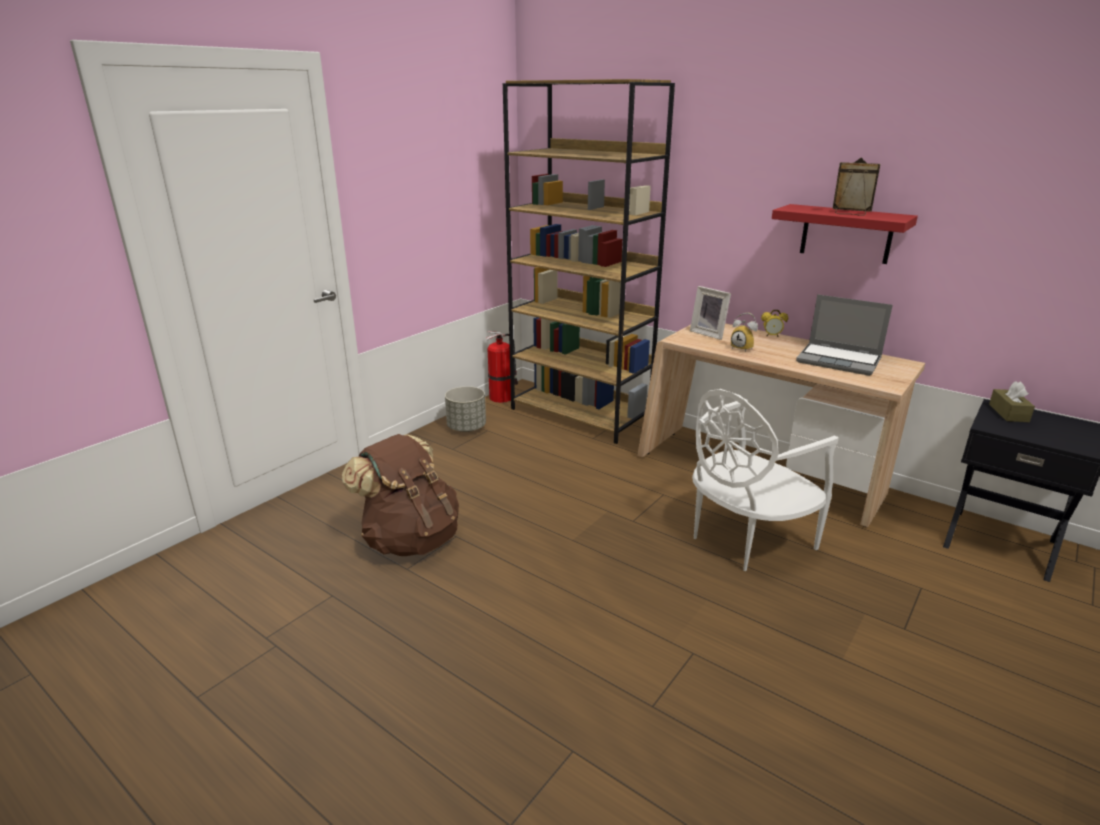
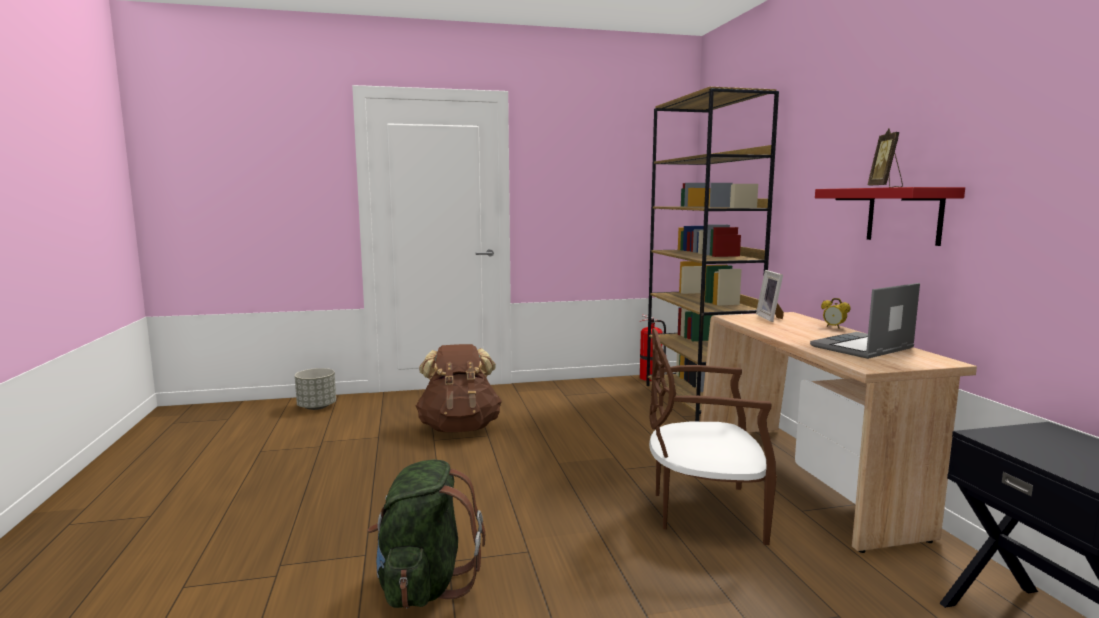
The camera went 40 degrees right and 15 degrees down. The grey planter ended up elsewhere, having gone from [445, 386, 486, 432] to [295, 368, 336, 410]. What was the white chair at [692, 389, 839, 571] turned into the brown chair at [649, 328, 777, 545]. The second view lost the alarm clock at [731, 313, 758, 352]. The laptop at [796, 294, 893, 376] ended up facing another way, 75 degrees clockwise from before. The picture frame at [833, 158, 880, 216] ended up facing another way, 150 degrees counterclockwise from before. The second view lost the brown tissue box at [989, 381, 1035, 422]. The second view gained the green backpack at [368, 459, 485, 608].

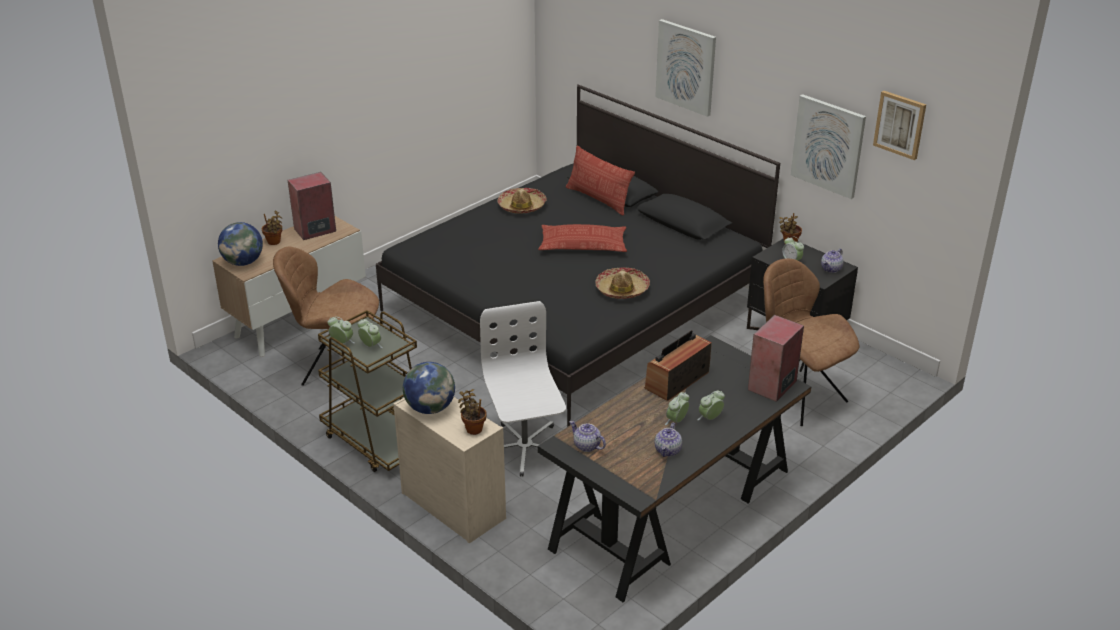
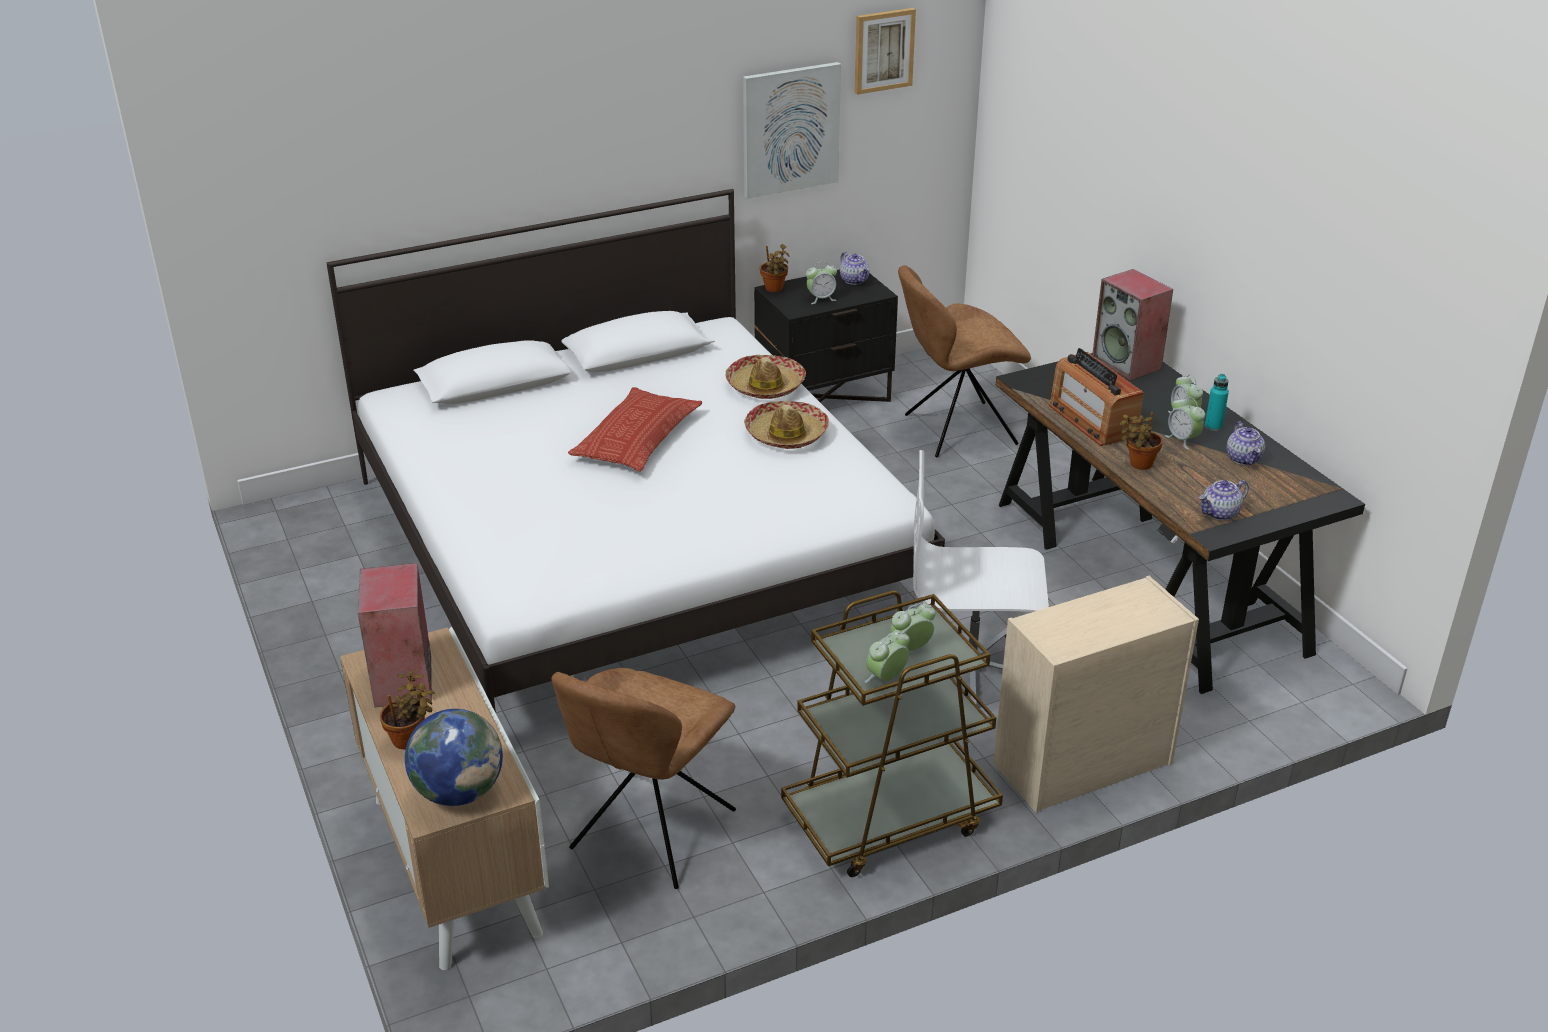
The camera went 70 degrees left and 0 degrees up. What was the black bed at [376, 84, 780, 426] turned into the white bed at [326, 189, 945, 713]. The second view lost the globe at [403, 362, 455, 414]. The potted plant ended up elsewhere, having gone from [458, 389, 487, 435] to [1120, 412, 1163, 470]. The hat ended up elsewhere, having gone from [497, 188, 547, 214] to [725, 355, 806, 399]. The second view lost the pillow at [566, 146, 635, 216]. The teapot at [654, 423, 682, 457] ended up facing another way, 45 degrees clockwise from before. The second view lost the picture at [655, 19, 716, 117]. The second view gained the turquoise bottle at [1205, 374, 1229, 431].

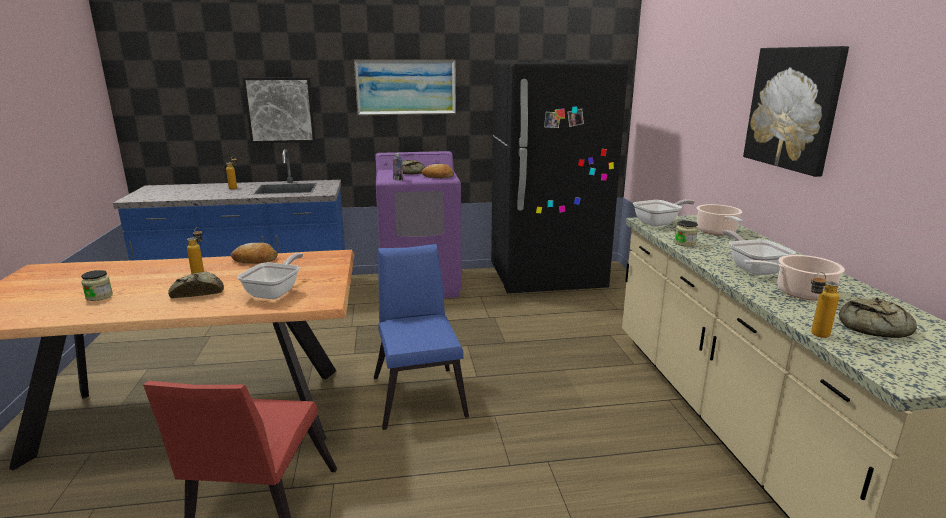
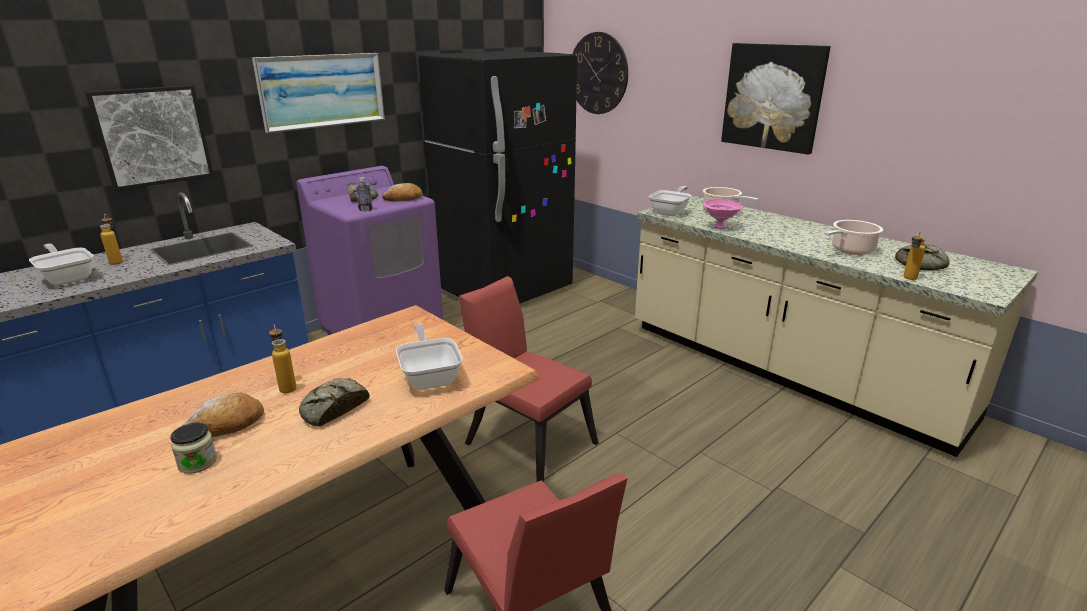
The camera went 35 degrees left and 5 degrees up. The bread ended up elsewhere, having gone from [231, 243, 277, 264] to [182, 392, 264, 437]. What was the blue chair at [374, 244, 469, 430] turned into the red chair at [459, 276, 598, 482]. Where the jar stood at [674, 220, 698, 247], the pink bowl came to stand at [703, 199, 743, 229]. The frying pan ended up elsewhere, having gone from [722, 230, 796, 275] to [29, 244, 94, 285]. The second view gained the wall clock at [572, 32, 628, 114].

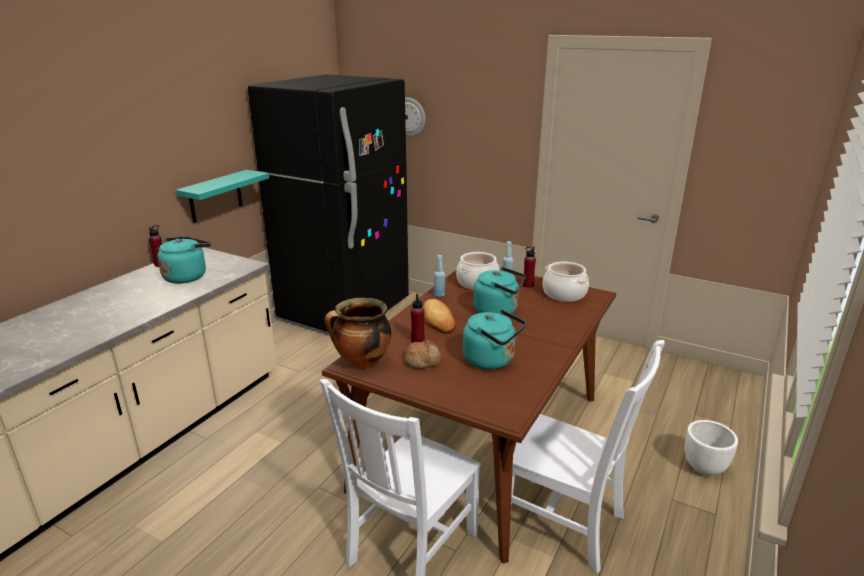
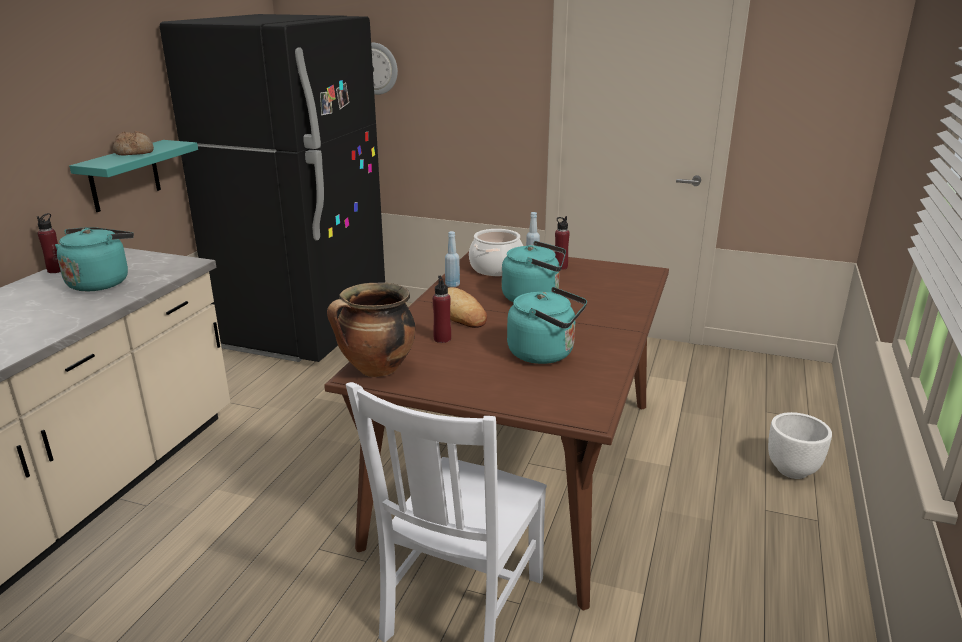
The camera went 10 degrees left and 0 degrees up. The bread ended up elsewhere, having gone from [404, 340, 441, 369] to [113, 131, 154, 155]. The second view lost the white chair at [511, 340, 665, 573]. The second view lost the cooking pot at [543, 262, 589, 302].

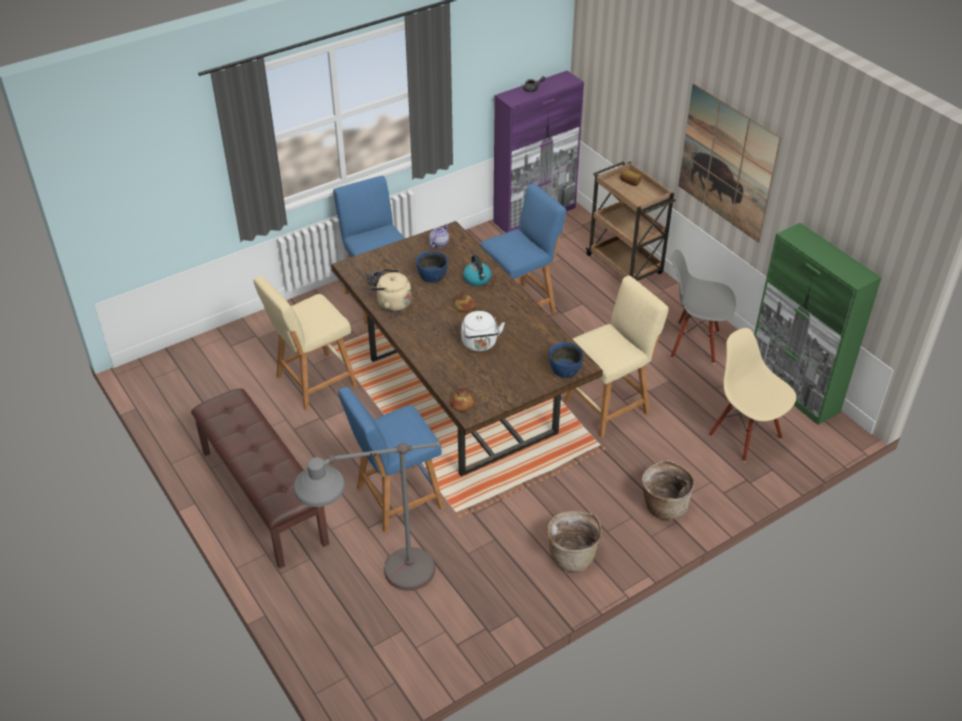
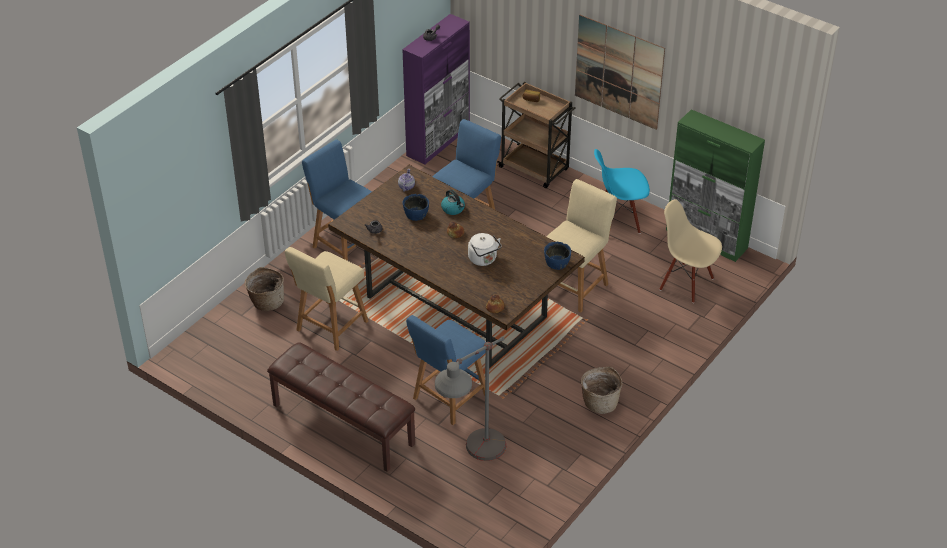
The camera went 20 degrees left and 0 degrees up. The second view lost the beige kettle at [370, 269, 411, 312]. The basket ended up elsewhere, having gone from [642, 460, 694, 520] to [245, 267, 284, 311]. What was the grey chair at [670, 250, 736, 364] turned into the blue chair at [594, 149, 650, 234].

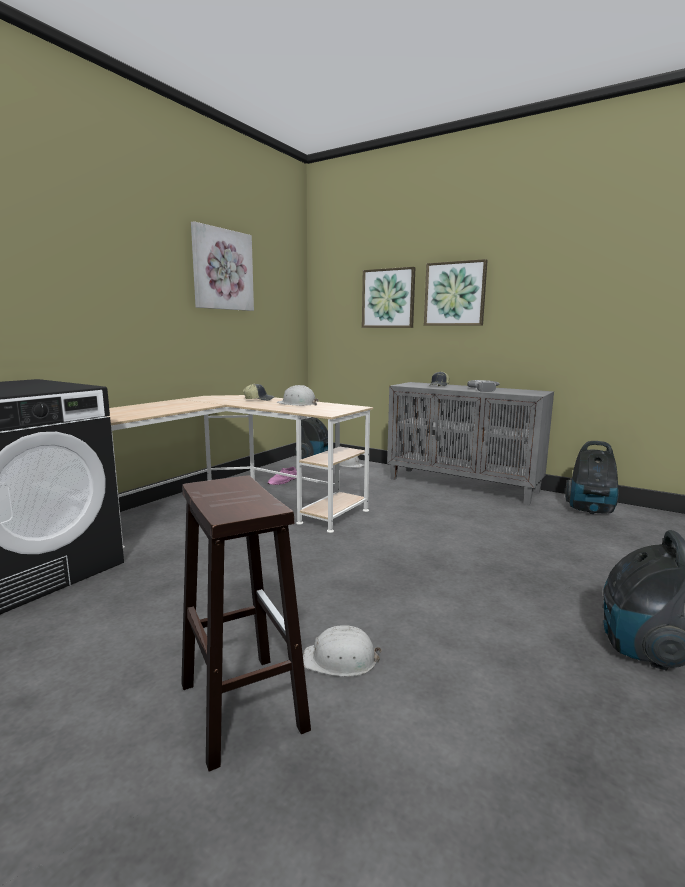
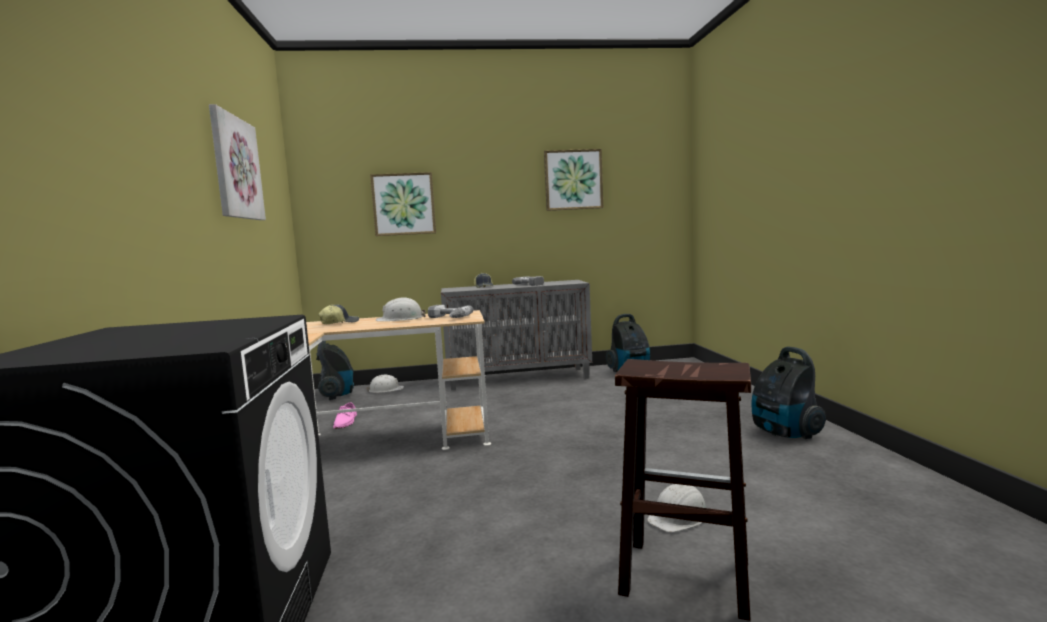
The camera went 40 degrees left and 5 degrees down. The picture ended up elsewhere, having gone from [424, 259, 488, 326] to [544, 149, 603, 211]. The second view gained the power drill at [428, 305, 473, 318].

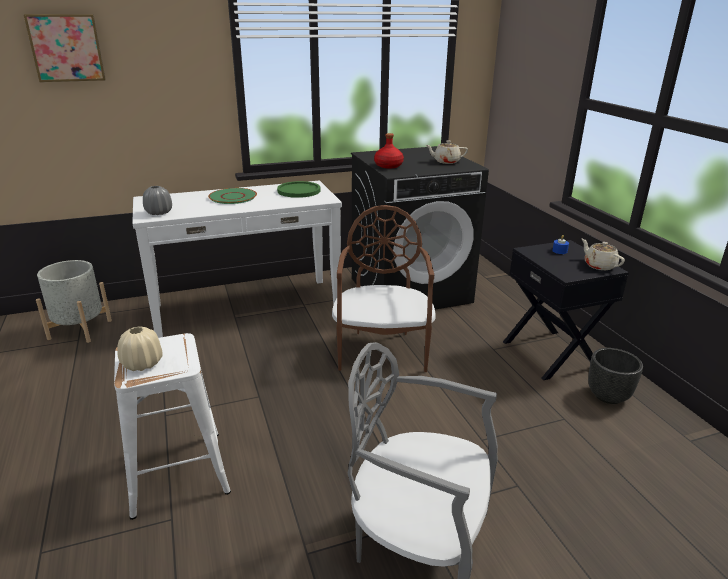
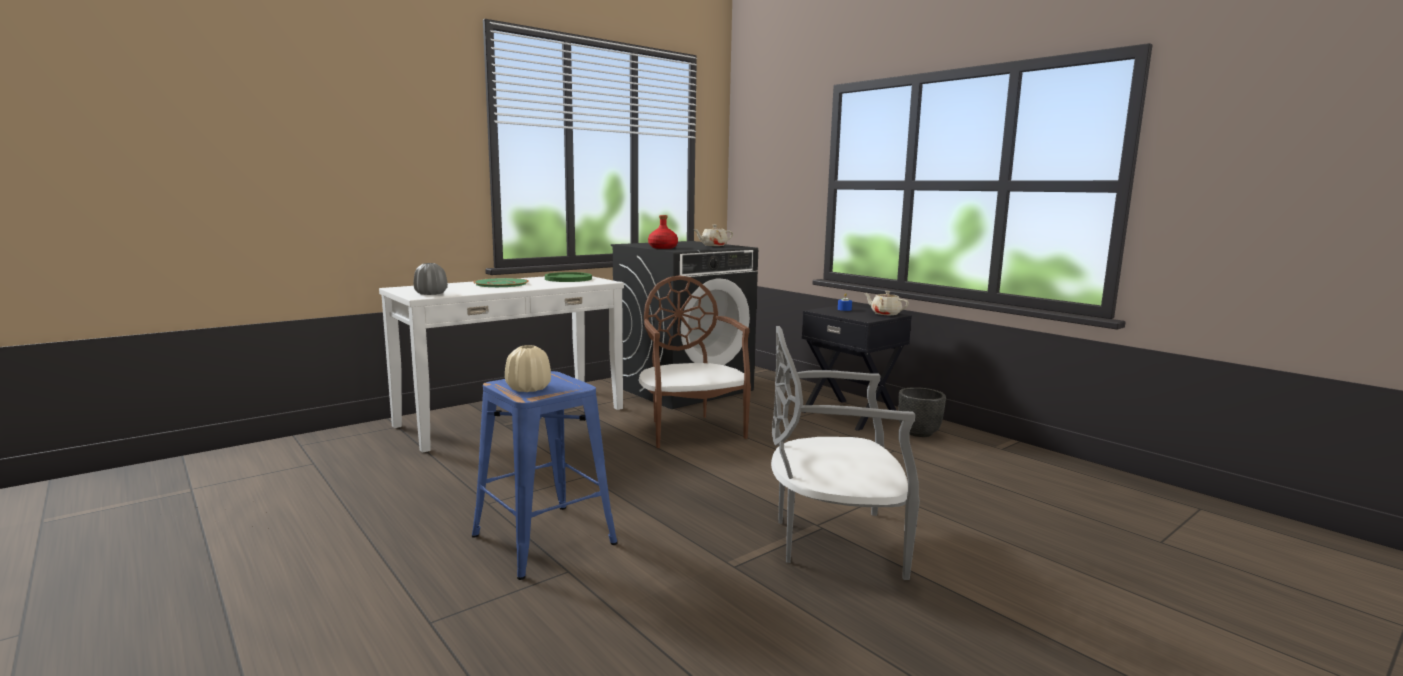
The camera went 20 degrees left and 15 degrees down. The second view lost the picture at [23, 14, 106, 82]. The second view lost the grey planter at [36, 260, 112, 343]. What was the white stool at [114, 333, 231, 520] turned into the blue stool at [472, 371, 618, 580].

